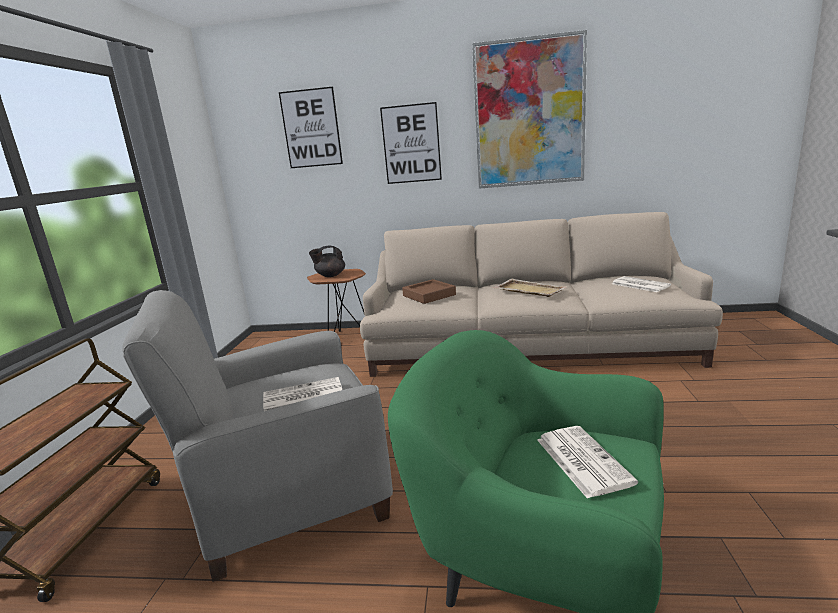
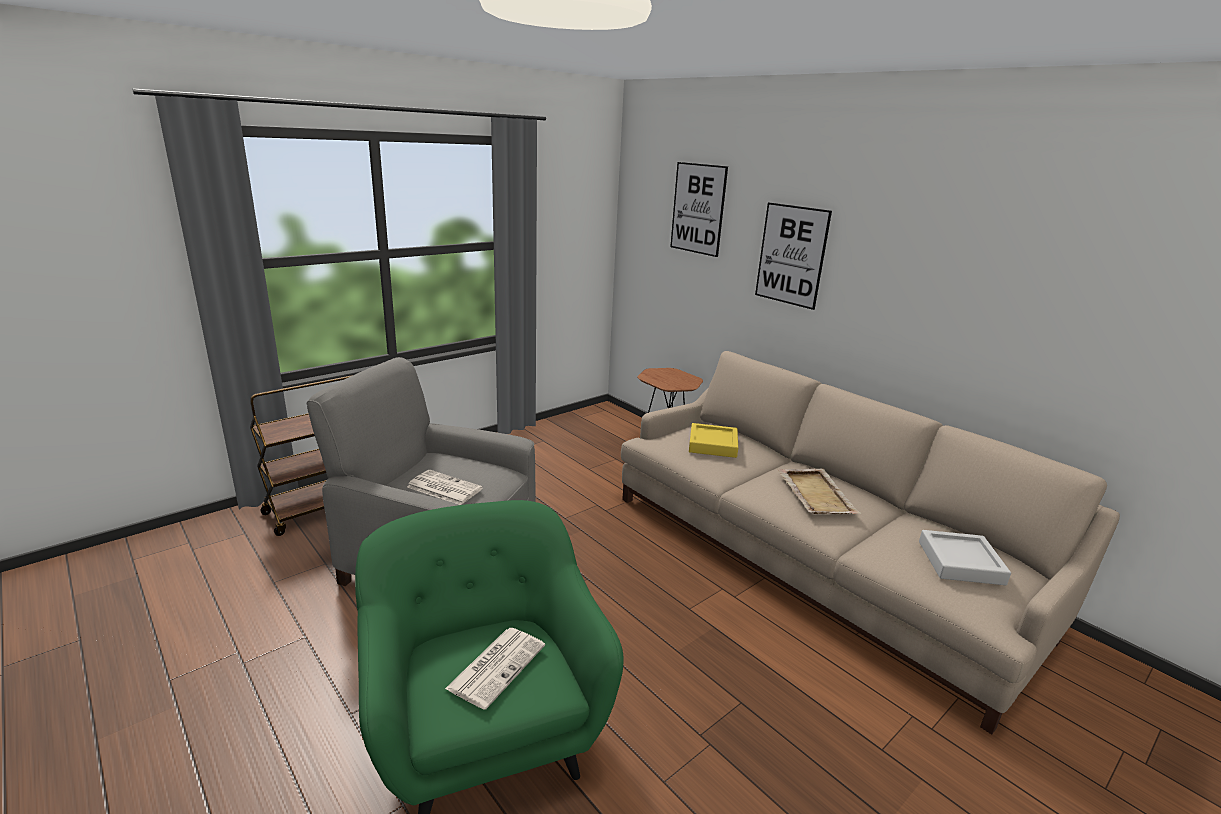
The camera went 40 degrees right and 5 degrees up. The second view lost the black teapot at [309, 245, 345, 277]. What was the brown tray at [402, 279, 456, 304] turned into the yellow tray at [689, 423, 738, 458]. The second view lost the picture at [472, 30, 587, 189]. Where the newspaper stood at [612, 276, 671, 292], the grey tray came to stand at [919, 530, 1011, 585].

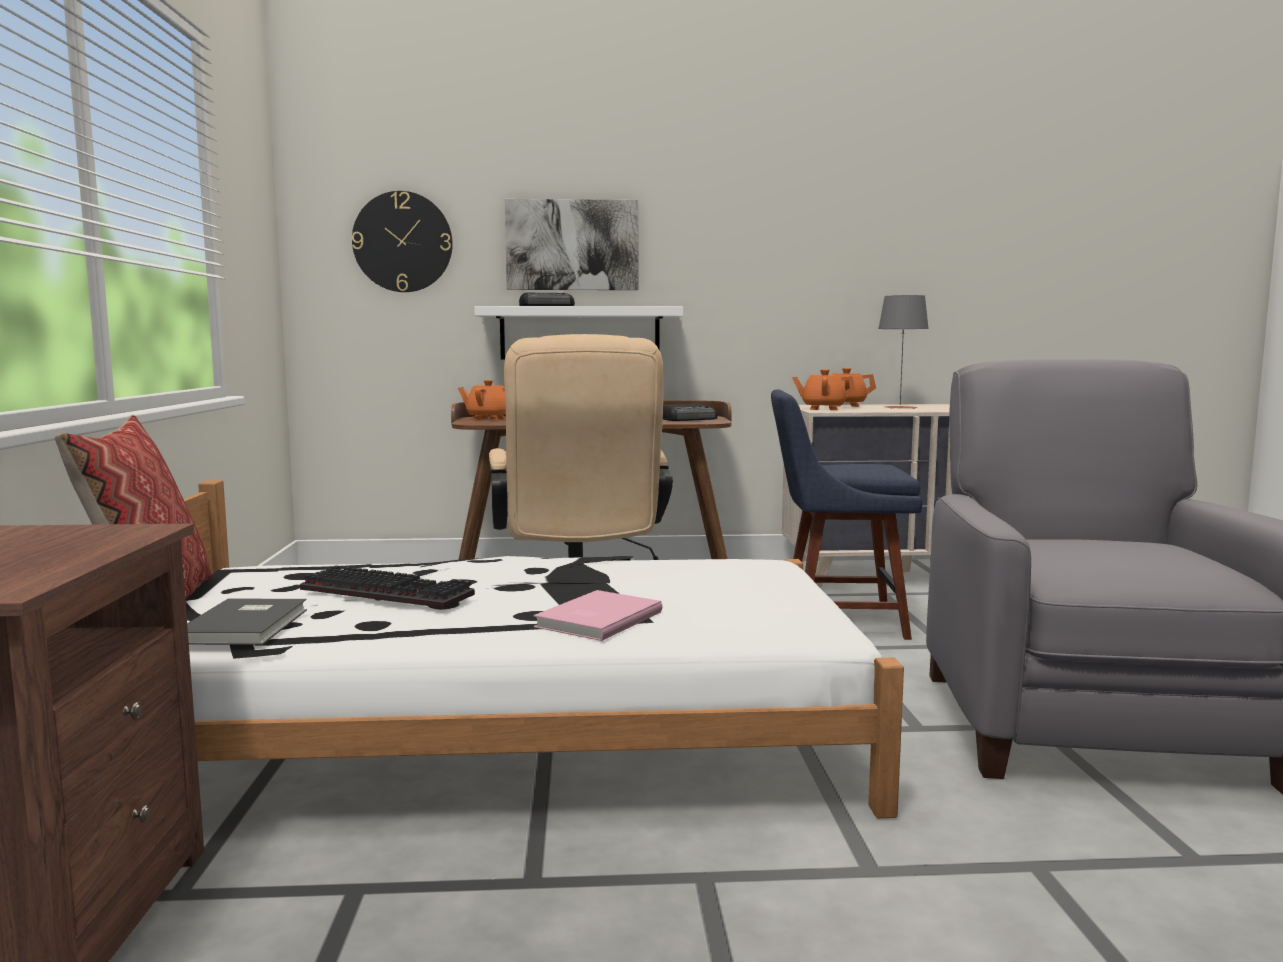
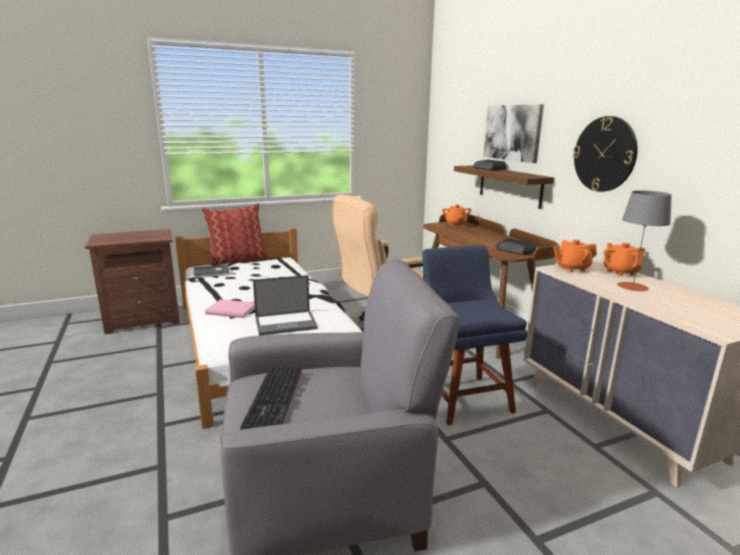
The camera went 70 degrees right and 10 degrees up. The keyboard ended up elsewhere, having gone from [300, 565, 475, 608] to [240, 365, 301, 430]. The wall clock ended up elsewhere, having gone from [352, 191, 453, 292] to [573, 116, 638, 192]. What was the white shelf at [474, 306, 683, 359] turned into the brown shelf at [454, 165, 554, 209]. The orange teapot at [792, 369, 856, 410] ended up facing another way, 90 degrees counterclockwise from before. The second view gained the laptop at [253, 275, 317, 336].

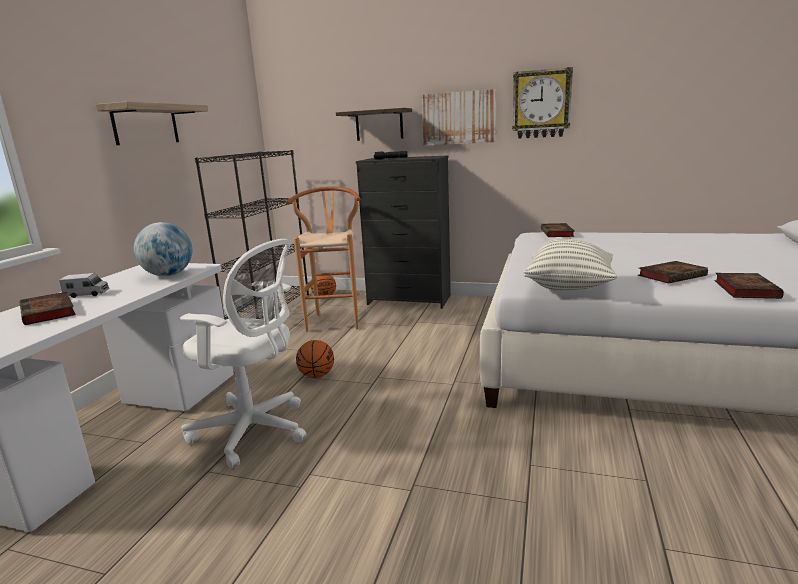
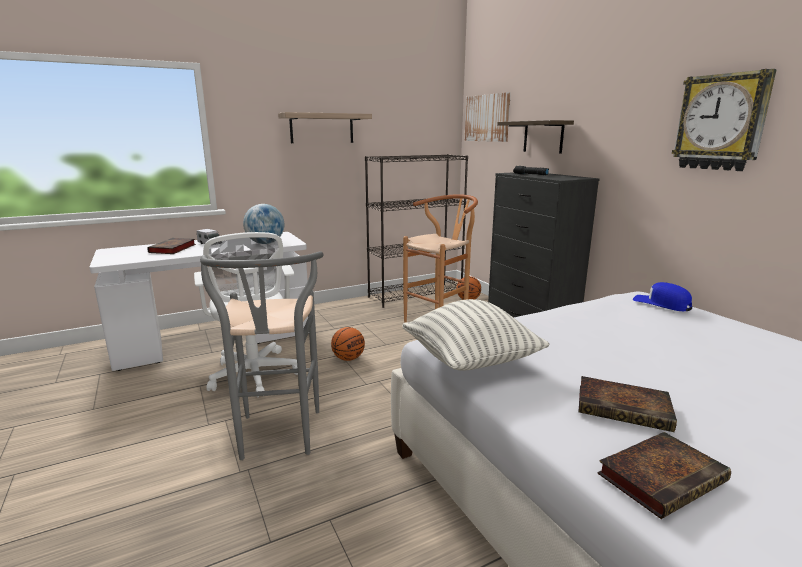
The camera went 45 degrees right and 0 degrees up. The picture ended up elsewhere, having gone from [422, 89, 496, 145] to [465, 92, 511, 142]. Where the book stood at [541, 223, 575, 237], the blue cap came to stand at [633, 282, 692, 311]. The second view gained the grey stool at [200, 251, 323, 460].

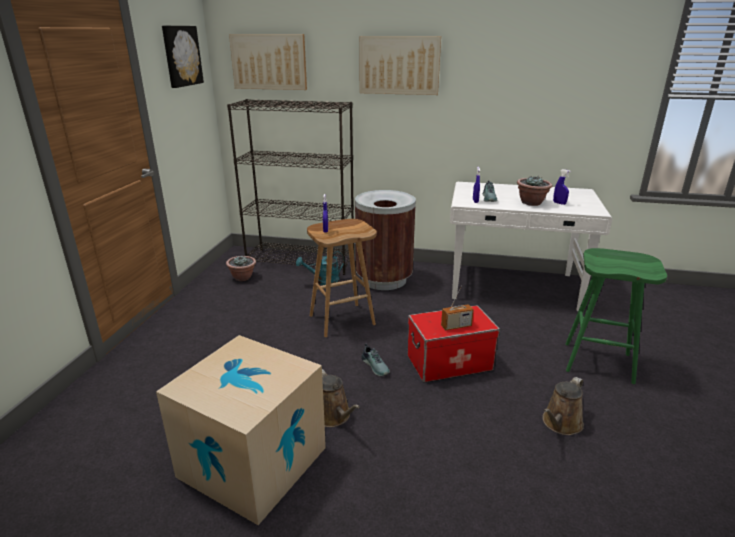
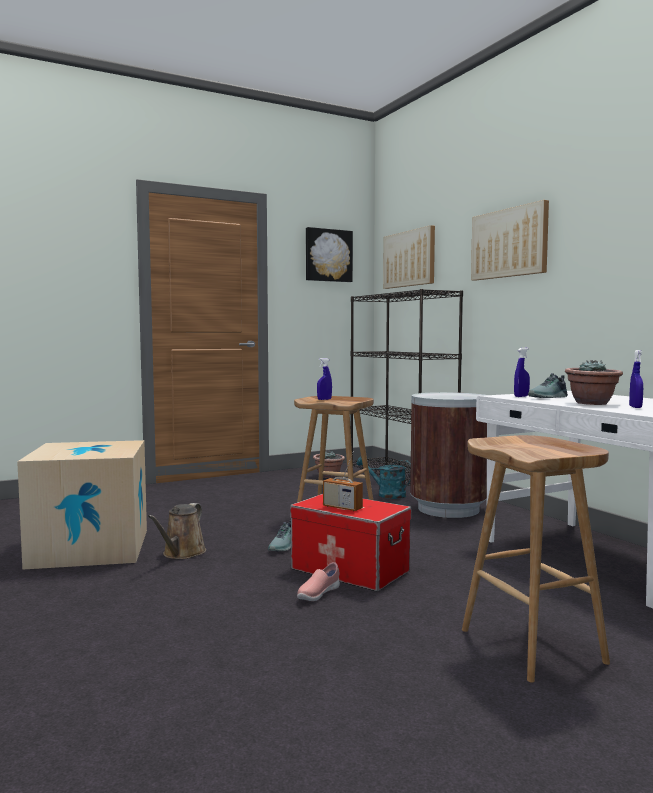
The camera went 50 degrees right and 20 degrees down. The second view lost the brown watering can at [542, 377, 584, 435]. What was the green stool at [565, 248, 667, 384] turned into the brown stool at [462, 435, 610, 683]. The second view gained the pink shoe at [297, 562, 340, 601].

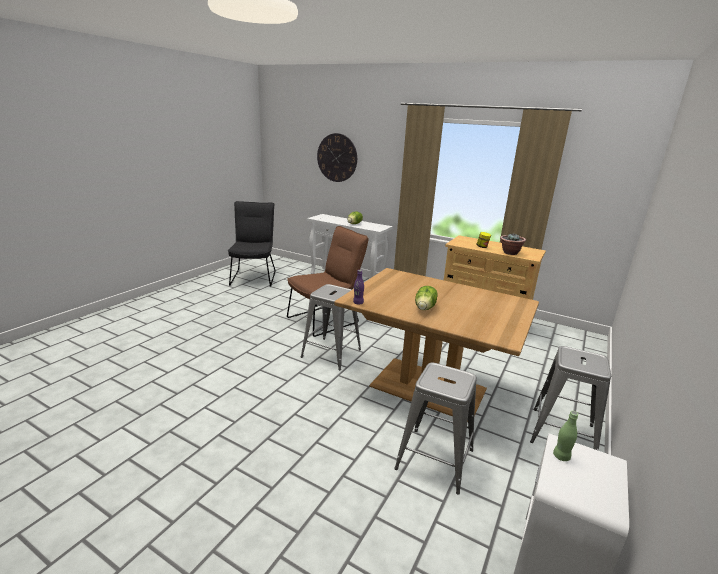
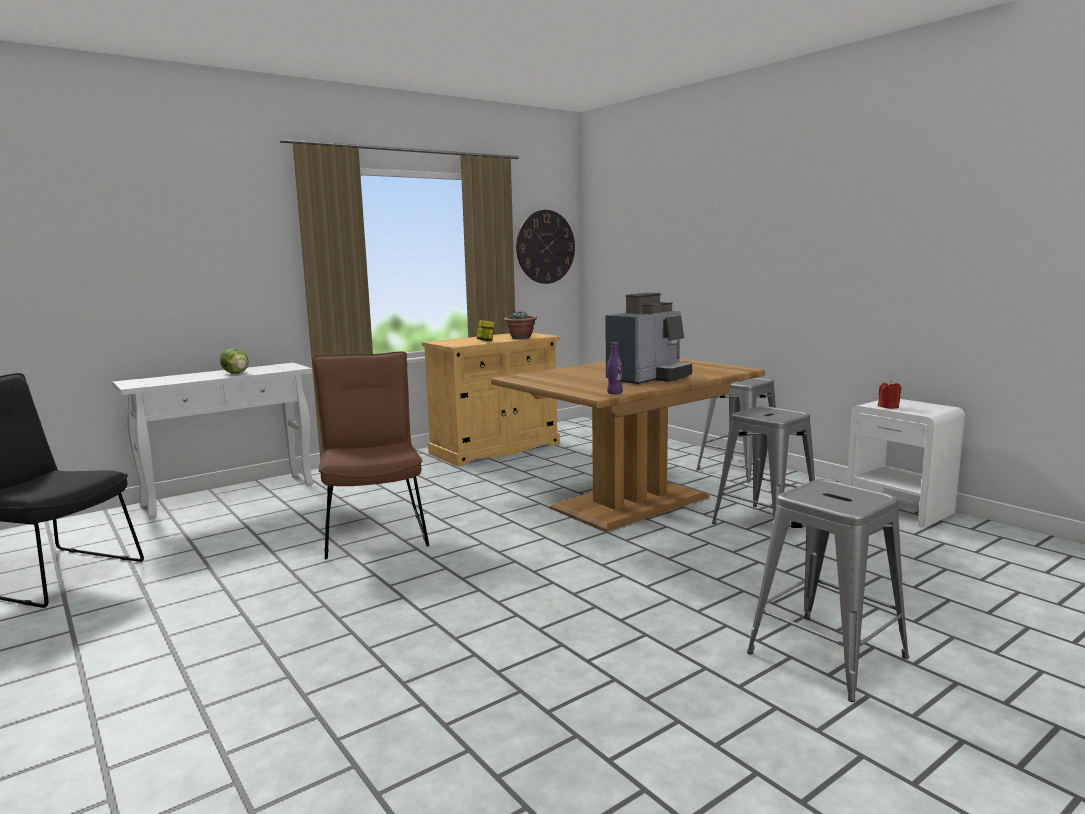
The camera went 65 degrees left and 10 degrees down. The grey stool ended up elsewhere, having gone from [301, 284, 361, 370] to [747, 479, 909, 702]. The wall clock ended up elsewhere, having gone from [317, 133, 357, 182] to [516, 210, 575, 284]. Where the lettuce stood at [415, 286, 438, 310], the coffee machine came to stand at [606, 293, 692, 384]. Where the green bottle stood at [553, 411, 578, 461], the red candle came to stand at [878, 380, 902, 409].

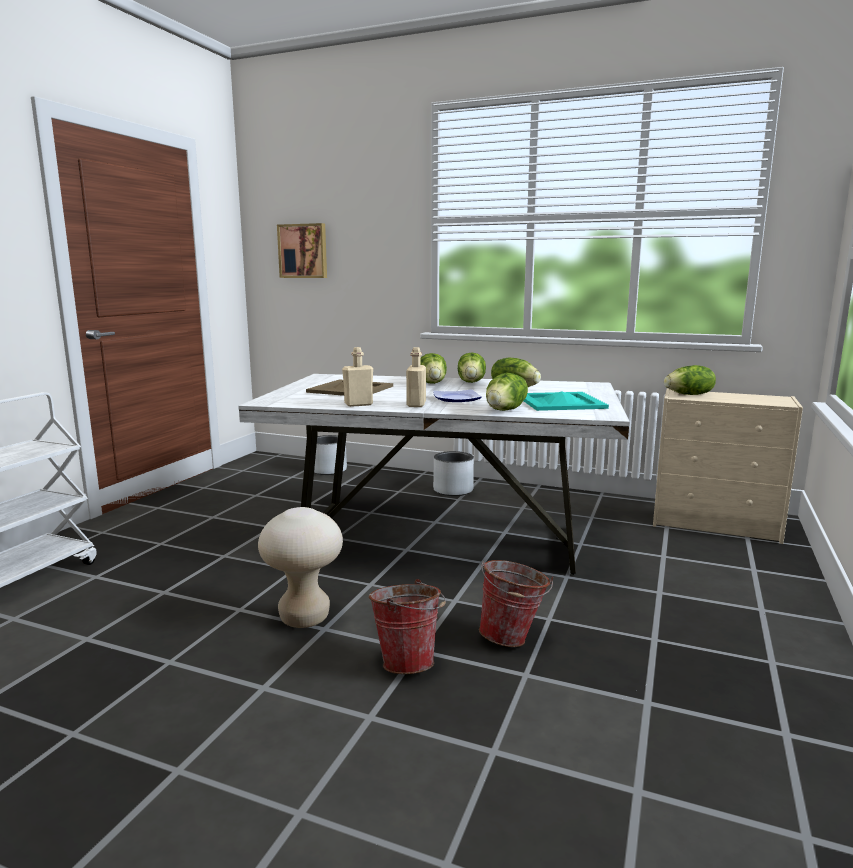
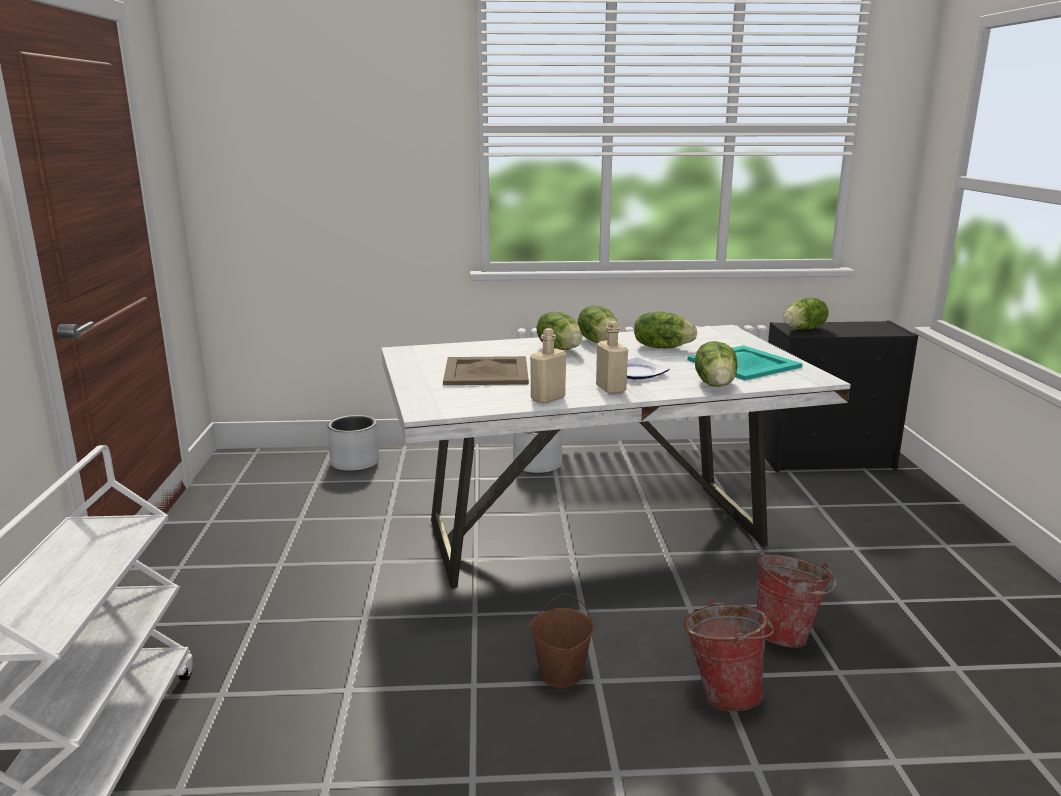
The camera went 25 degrees left and 5 degrees up. Where the beige stool stood at [258, 507, 343, 628], the brown bucket came to stand at [530, 593, 594, 688]. The second view lost the picture at [277, 223, 327, 278]. What was the beige dresser at [653, 389, 803, 544] turned into the black dresser at [763, 321, 918, 473].

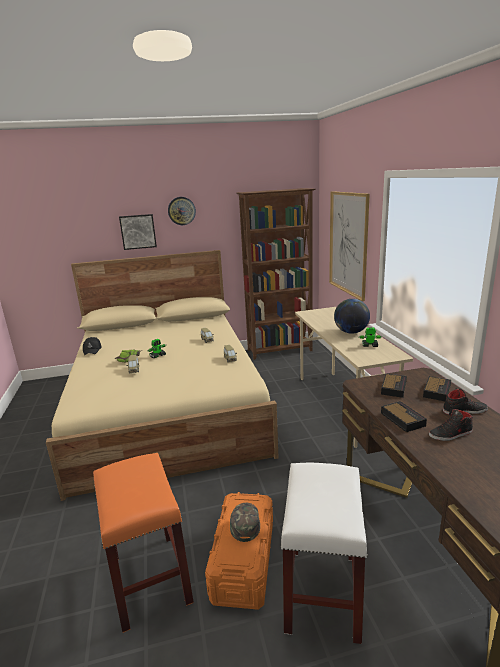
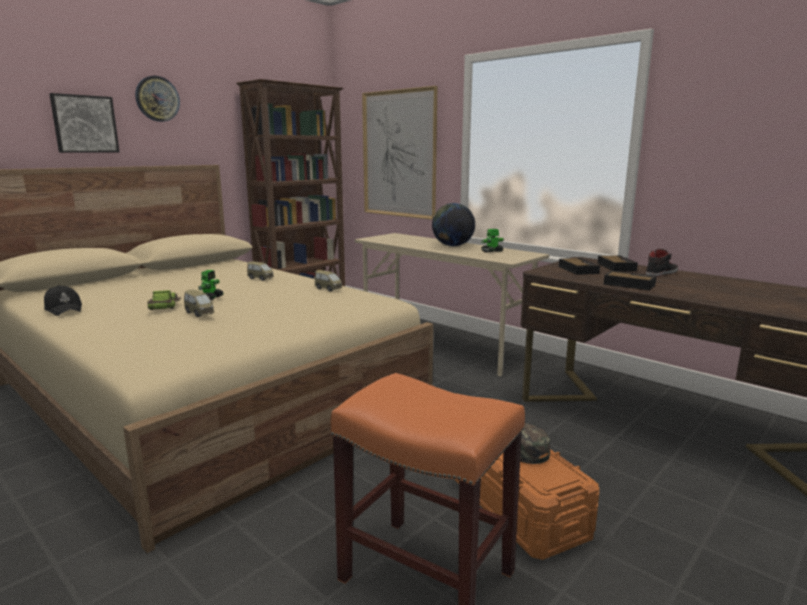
The camera went 35 degrees left and 5 degrees down. The second view lost the white stool at [280, 463, 368, 644]. The second view lost the black shoe at [429, 408, 473, 441].

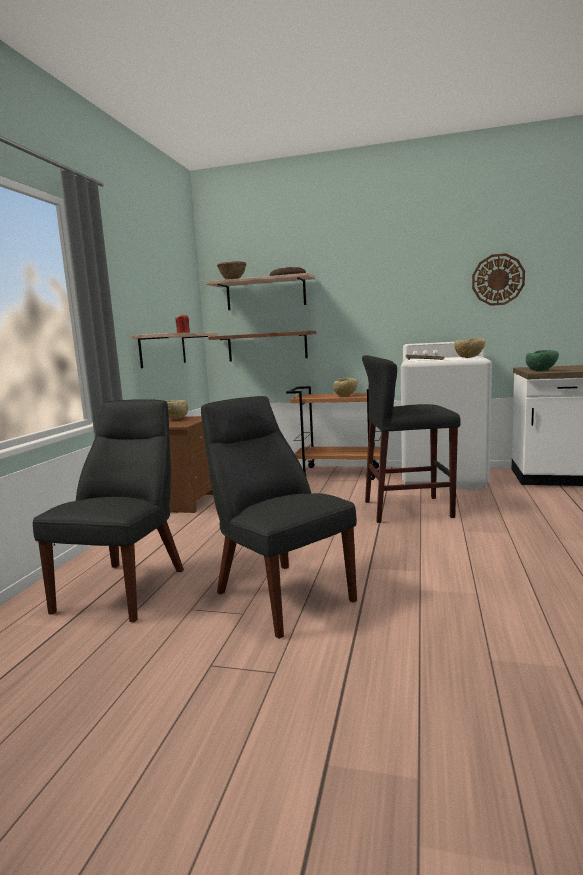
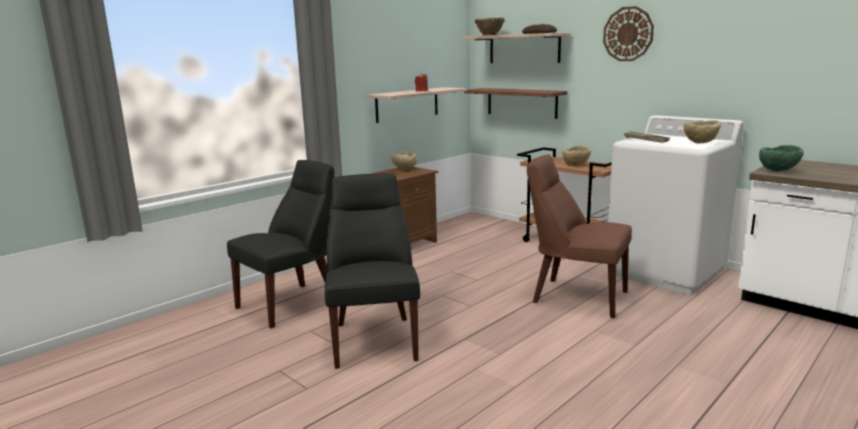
The camera went 30 degrees right and 5 degrees up. Where the black stool stood at [362, 355, 461, 523], the brown chair came to stand at [527, 154, 632, 318]. The wall clock ended up elsewhere, having gone from [472, 253, 525, 306] to [603, 6, 654, 61].

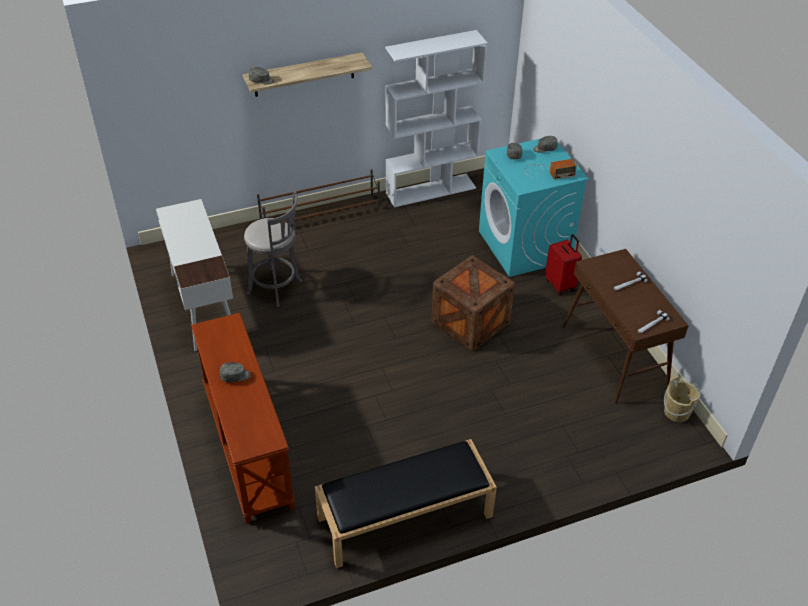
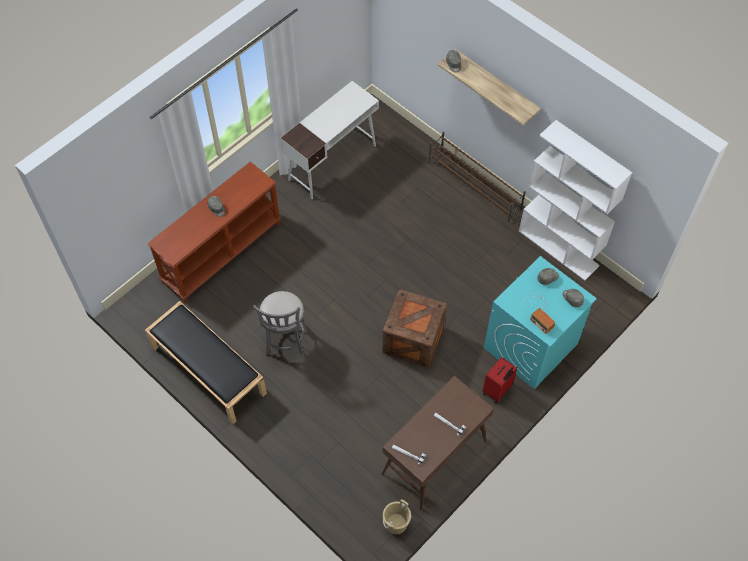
The camera went 65 degrees right and 15 degrees up. The grey stool ended up elsewhere, having gone from [244, 191, 302, 307] to [253, 291, 307, 357].

